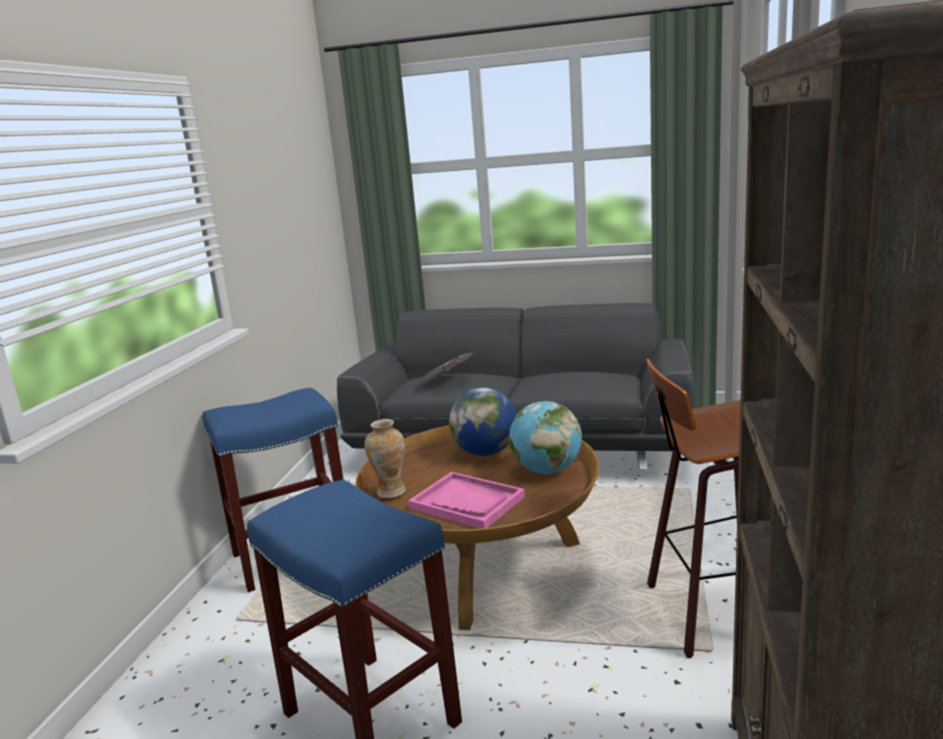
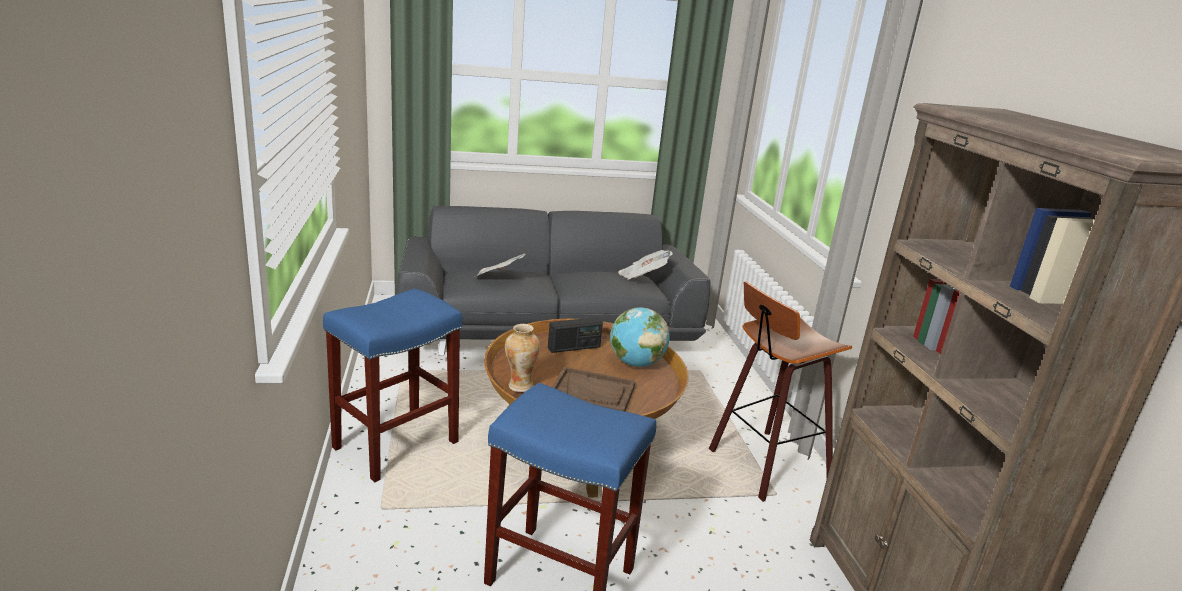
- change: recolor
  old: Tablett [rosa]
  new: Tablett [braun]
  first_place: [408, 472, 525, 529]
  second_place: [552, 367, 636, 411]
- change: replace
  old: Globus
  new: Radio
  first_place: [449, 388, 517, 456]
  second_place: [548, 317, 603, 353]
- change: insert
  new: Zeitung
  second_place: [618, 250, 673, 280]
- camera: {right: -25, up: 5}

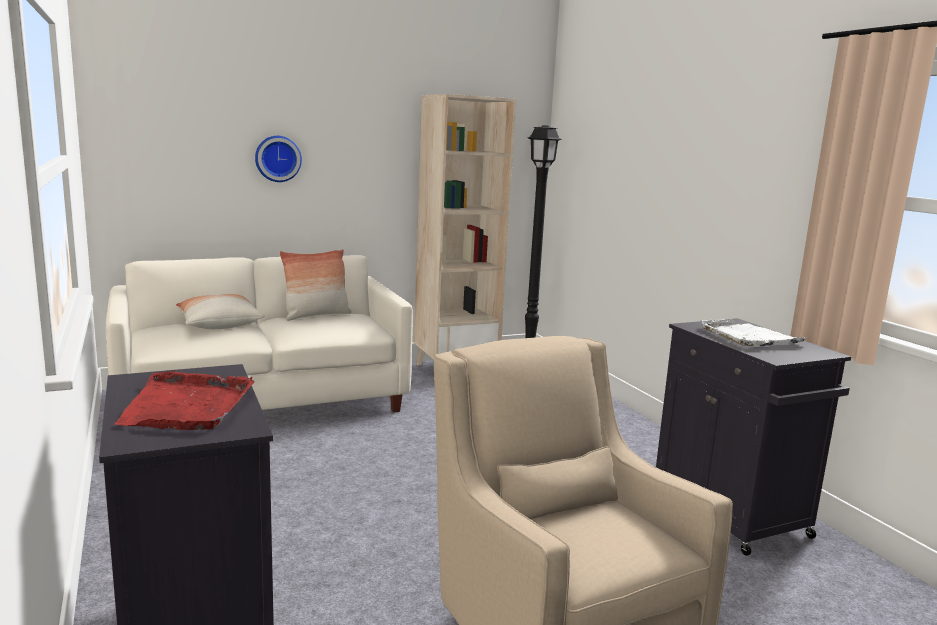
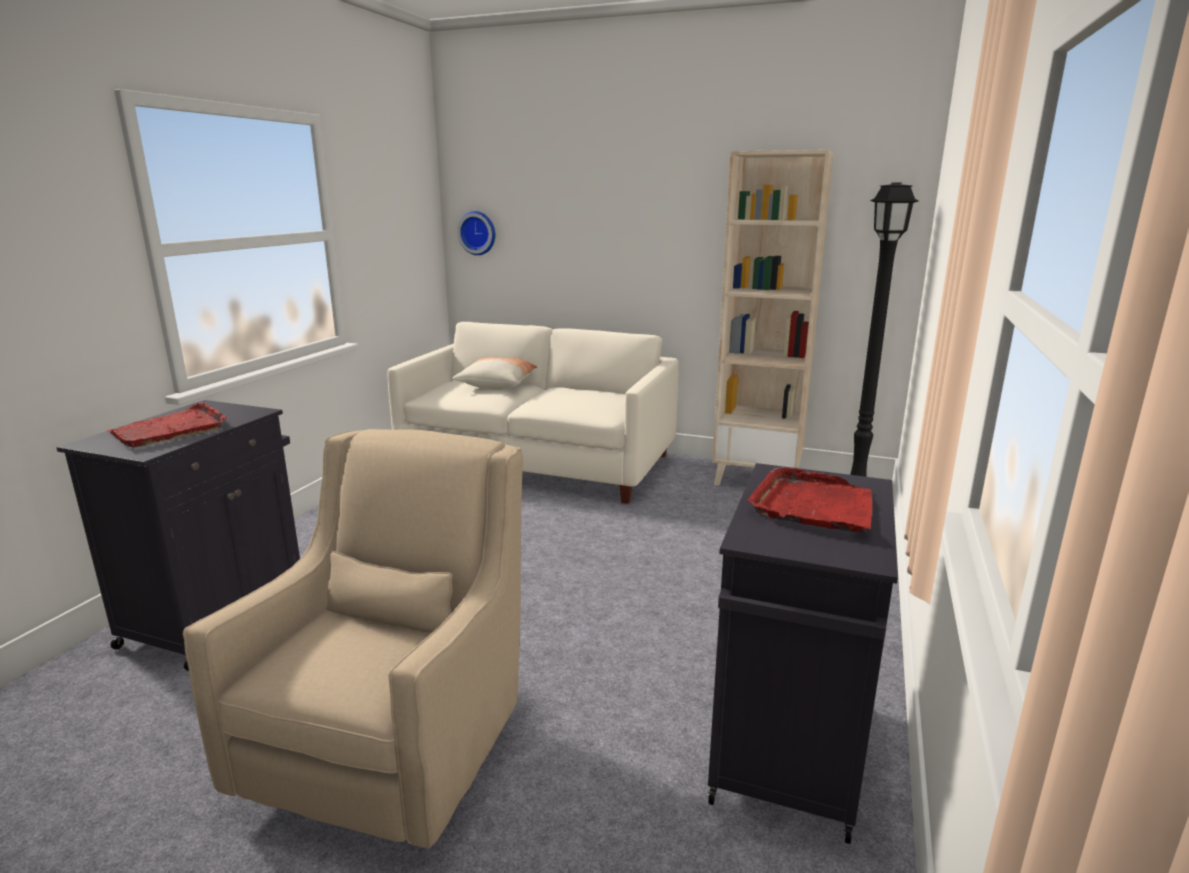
- change: move
  old: Wanduhr
  first_place: [255, 136, 302, 182]
  second_place: [457, 211, 495, 255]
- change: delete
  old: Kissen
  first_place: [279, 249, 352, 321]
- change: recolor
  old: Tablett [weiß]
  new: Tablett [rot]
  first_place: [700, 319, 805, 347]
  second_place: [747, 467, 872, 533]
- camera: {right: 45, up: 5}

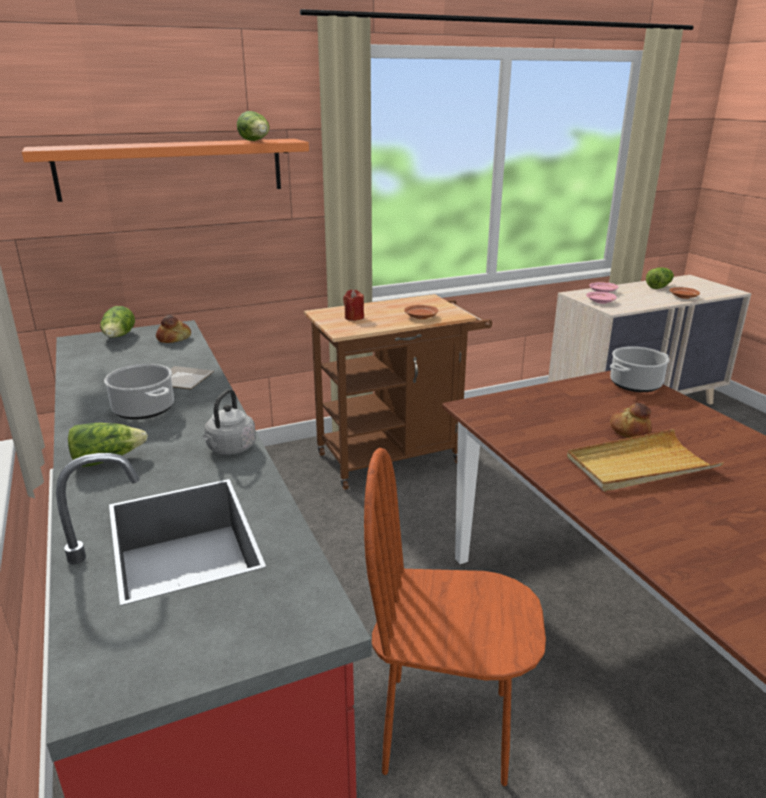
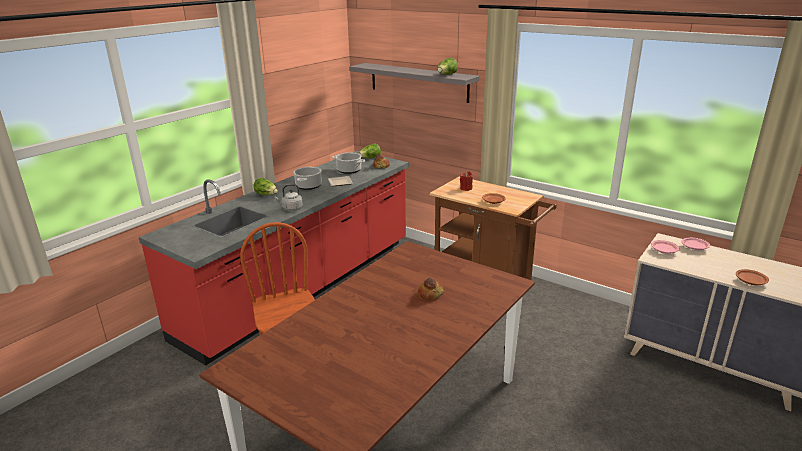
- change: recolor
  old: Wandregal [orange]
  new: Wandregal [grau]
  first_place: [22, 139, 309, 202]
  second_place: [349, 63, 479, 103]
- change: delete
  old: Tablett [beige]
  first_place: [567, 429, 723, 492]
- change: move
  old: Kochtopf
  first_place: [610, 346, 669, 392]
  second_place: [332, 152, 365, 174]
- change: delete
  old: Salatkopf
  first_place: [646, 267, 674, 289]
- camera: {right: 60, up: 0}

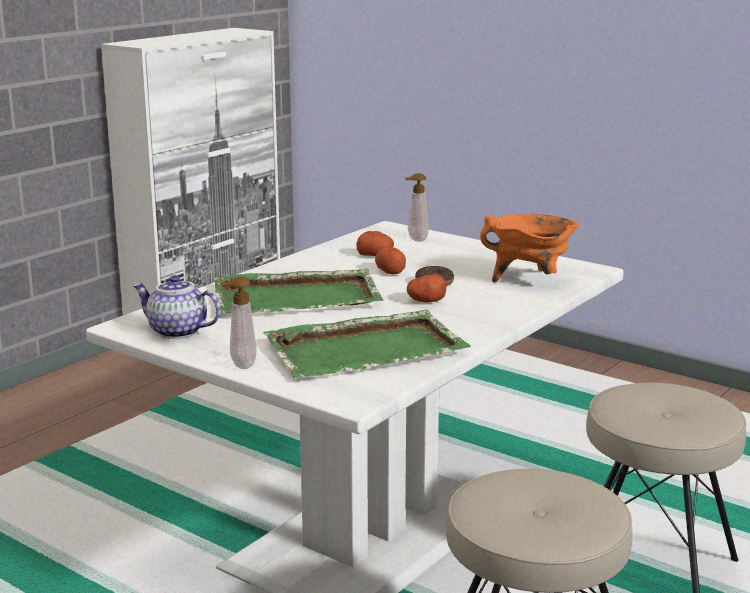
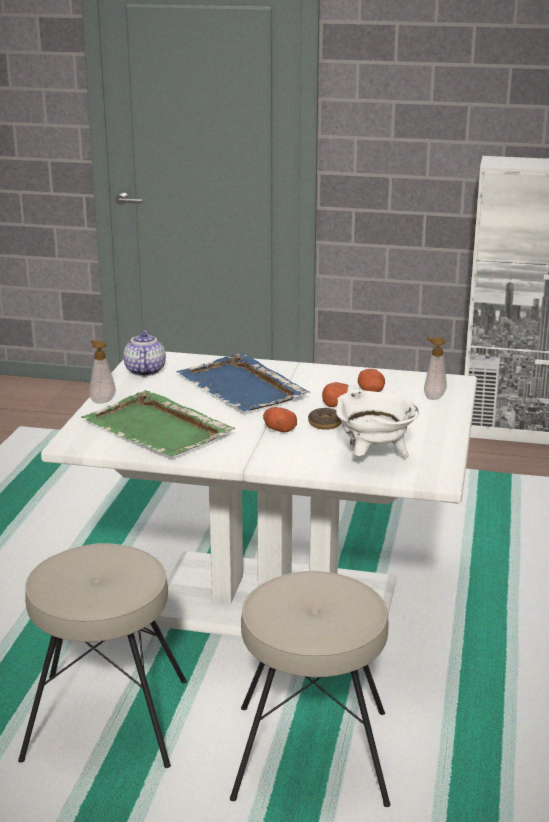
- change: recolor
  old: Tablett [grün]
  new: Tablett [blau]
  first_place: [214, 269, 383, 313]
  second_place: [176, 353, 310, 411]
- change: recolor
  old: Kochtopf [orange]
  new: Kochtopf [weiß]
  first_place: [480, 214, 579, 283]
  second_place: [336, 384, 419, 458]
- camera: {right: 65, up: 5}

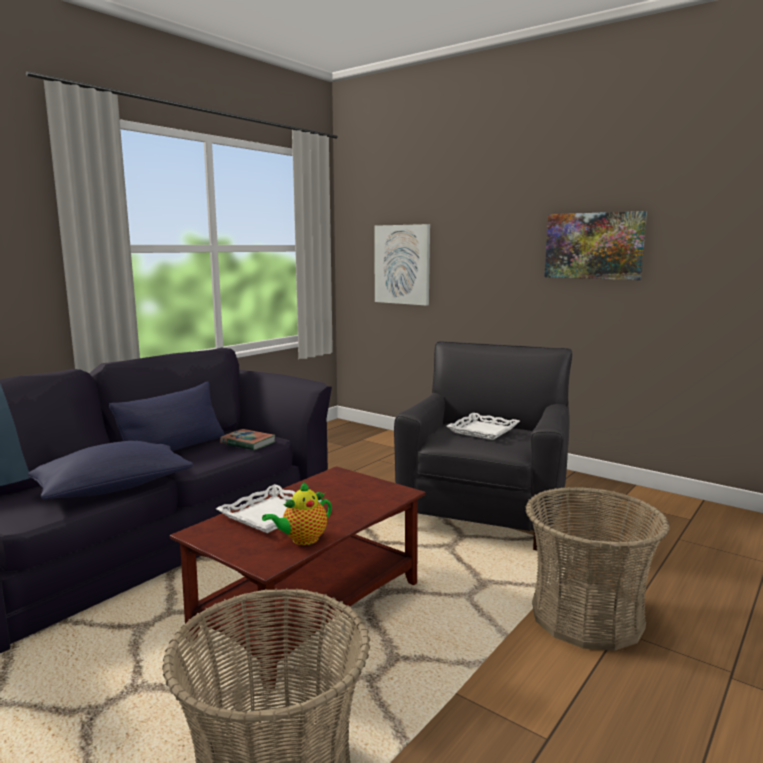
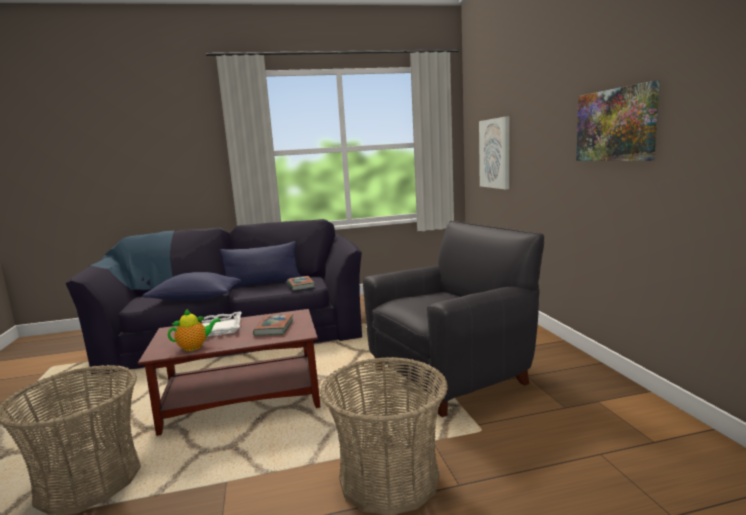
- change: rotate
  old: Teekanne
  first_place: [262, 481, 332, 545]
  second_place: [168, 308, 221, 351]
  degrees: 150
- change: delete
  old: Tablett [weiß]
  first_place: [447, 413, 520, 440]
- change: insert
  new: Buch
  second_place: [253, 314, 293, 336]
- camera: {right: 40, up: 0}

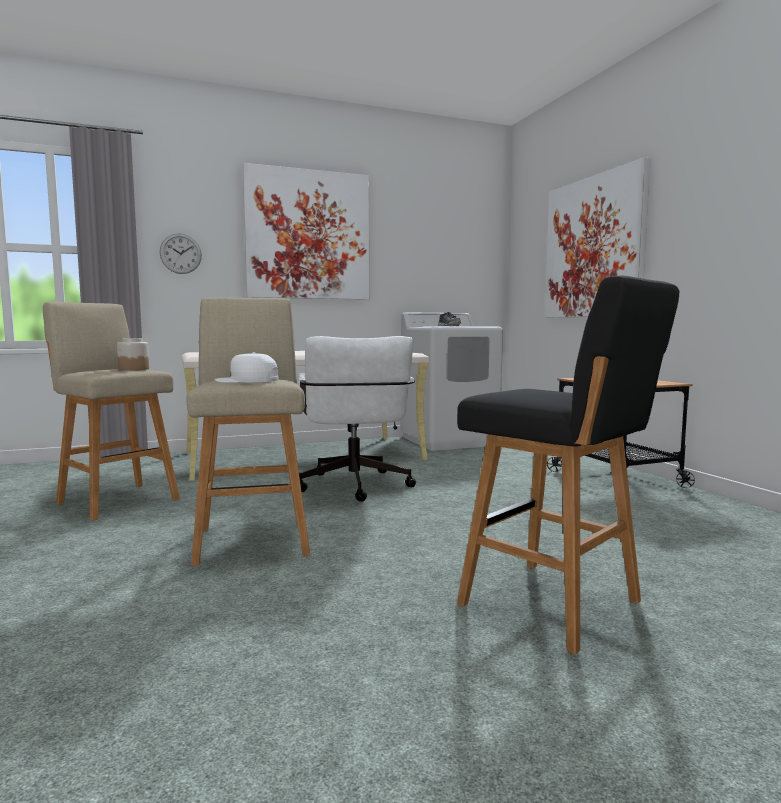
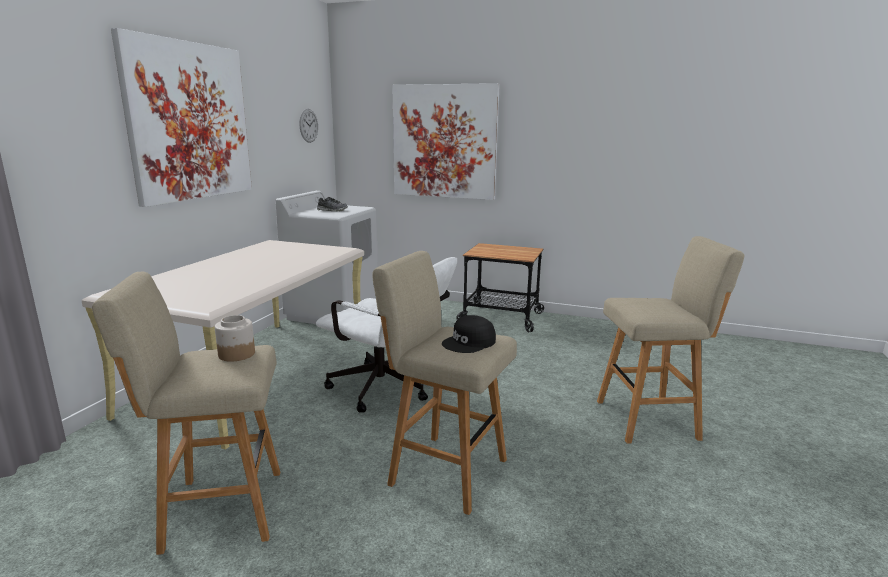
- change: move
  old: Wanduhr
  first_place: [160, 233, 202, 274]
  second_place: [299, 109, 318, 143]
- change: recolor
  old: Kappe [weiß]
  new: Kappe [schwarz]
  first_place: [215, 352, 279, 383]
  second_place: [442, 315, 496, 353]
- change: recolor
  old: Hocker [schwarz]
  new: Hocker [beige]
  first_place: [457, 276, 679, 655]
  second_place: [597, 236, 745, 444]
- camera: {right: -50, up: 10}

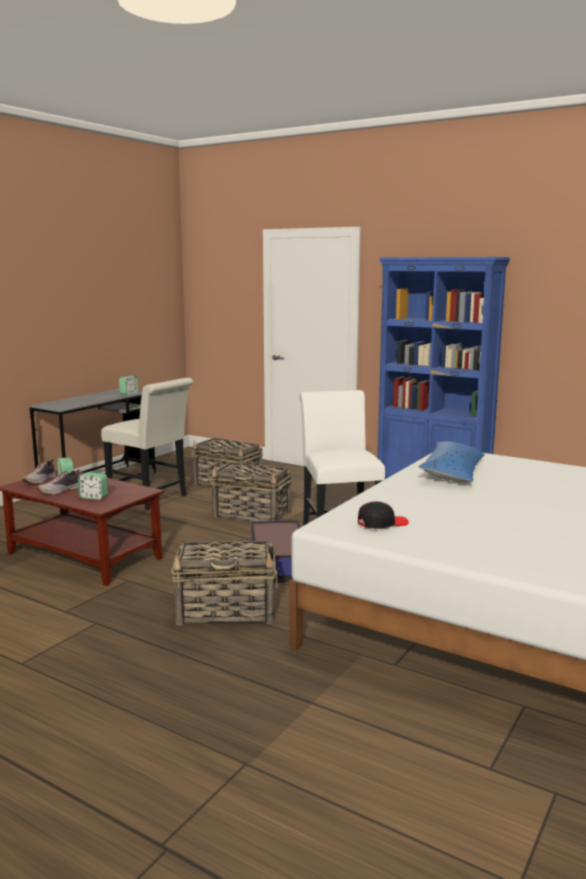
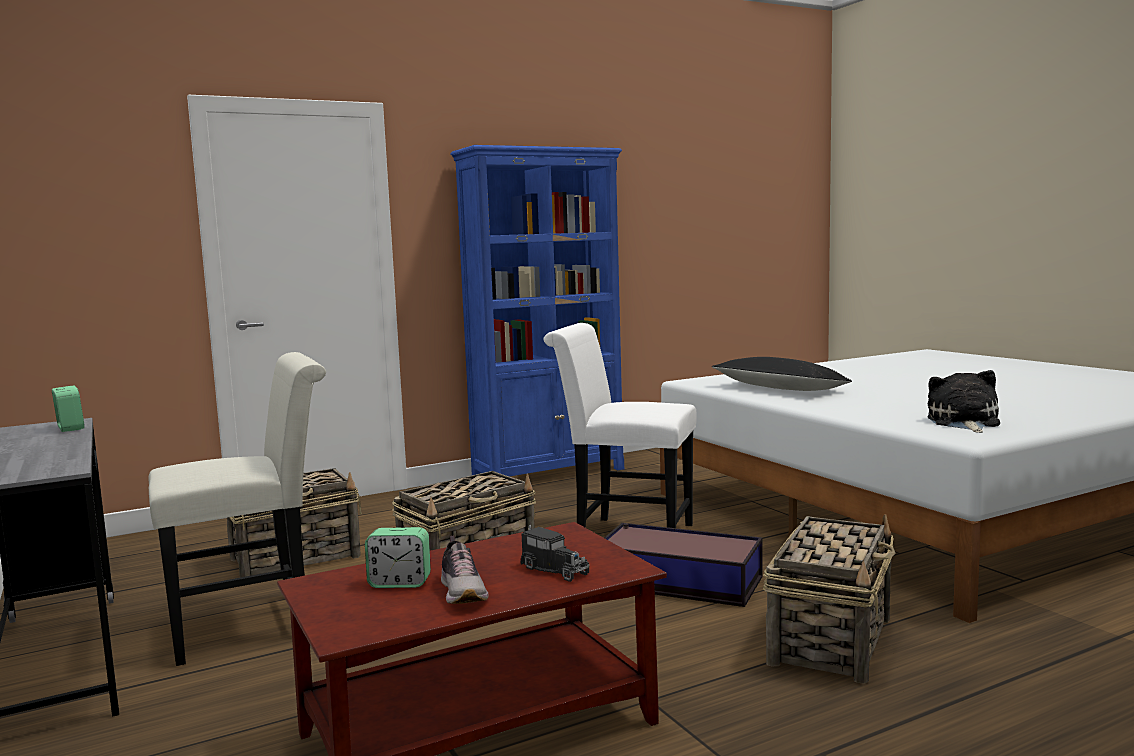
- change: delete
  old: Schuh
  first_place: [22, 459, 56, 484]
- change: replace
  old: Wecker
  new: Spielzeuglaster
  first_place: [78, 472, 108, 500]
  second_place: [521, 525, 590, 582]
- change: replace
  old: Kappe [schwarz]
  new: Plüschtier
  first_place: [358, 501, 409, 529]
  second_place: [927, 370, 1000, 433]
- change: recolor
  old: Kissen [blau]
  new: Kissen [schwarz]
  first_place: [419, 441, 485, 482]
  second_place: [712, 357, 852, 391]
- camera: {right: -60, up: -5}

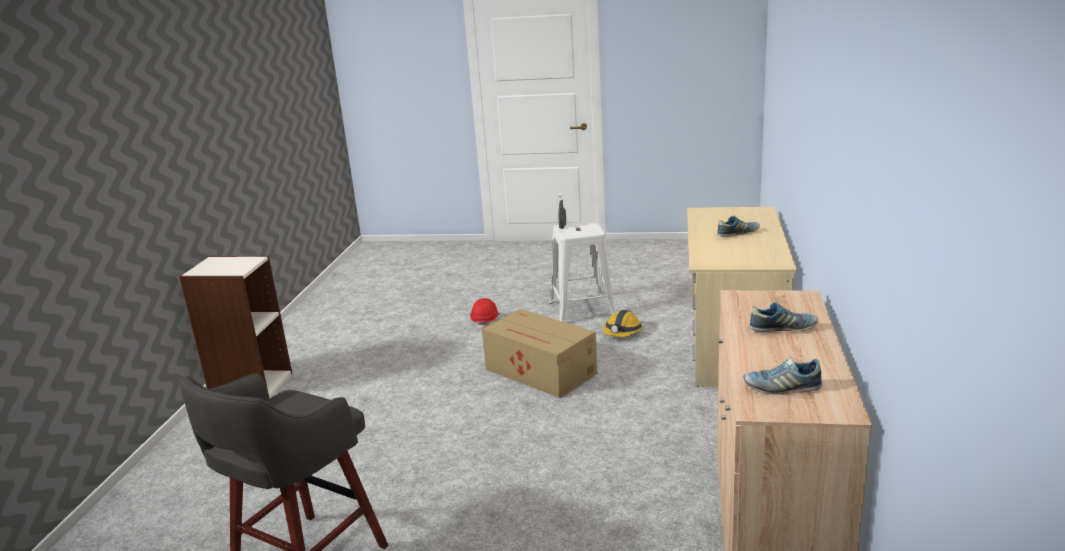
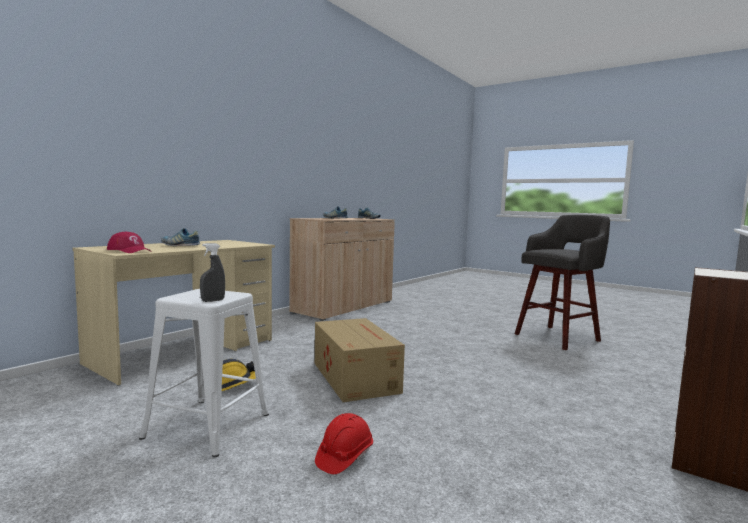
- change: insert
  new: Kappe [rot]
  second_place: [107, 231, 151, 253]
- camera: {right: -155, up: -15}

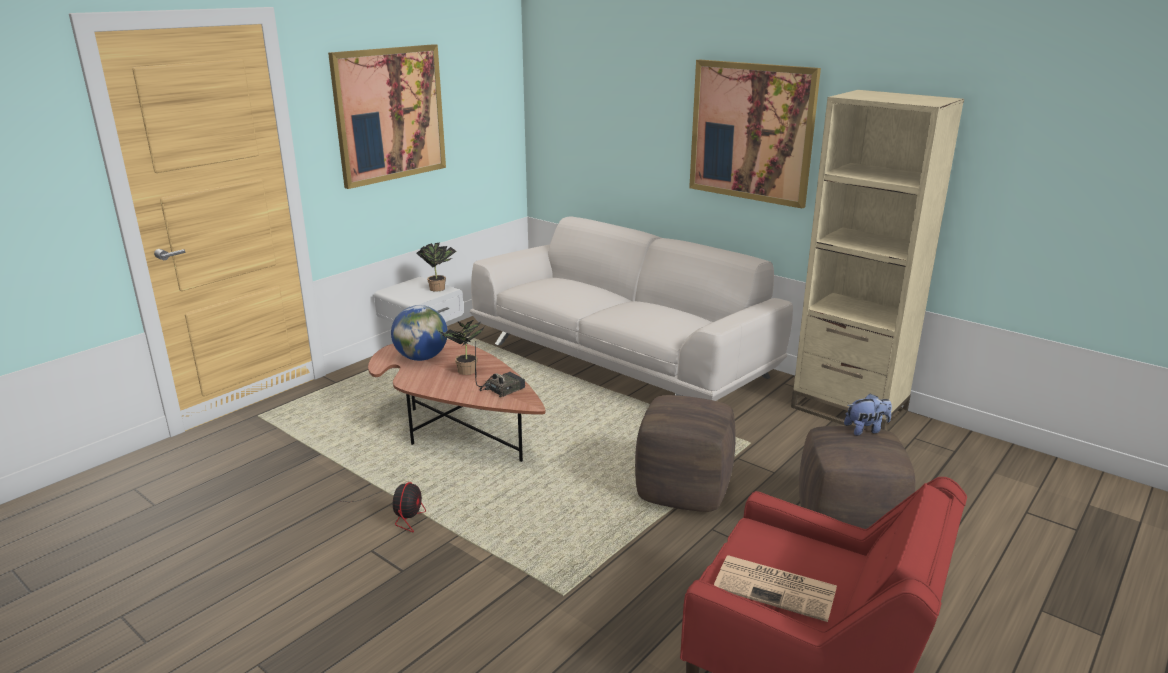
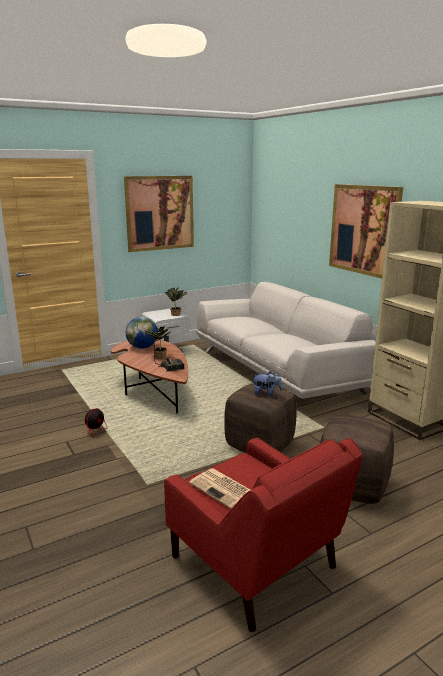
- change: move
  old: Plüschtier
  first_place: [844, 393, 892, 436]
  second_place: [252, 371, 282, 396]
- camera: {right: 20, up: -5}

